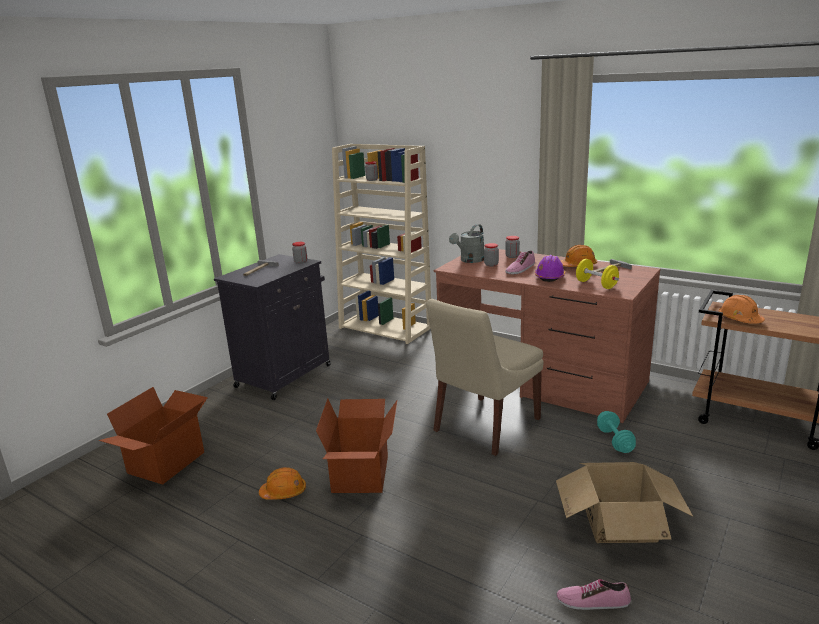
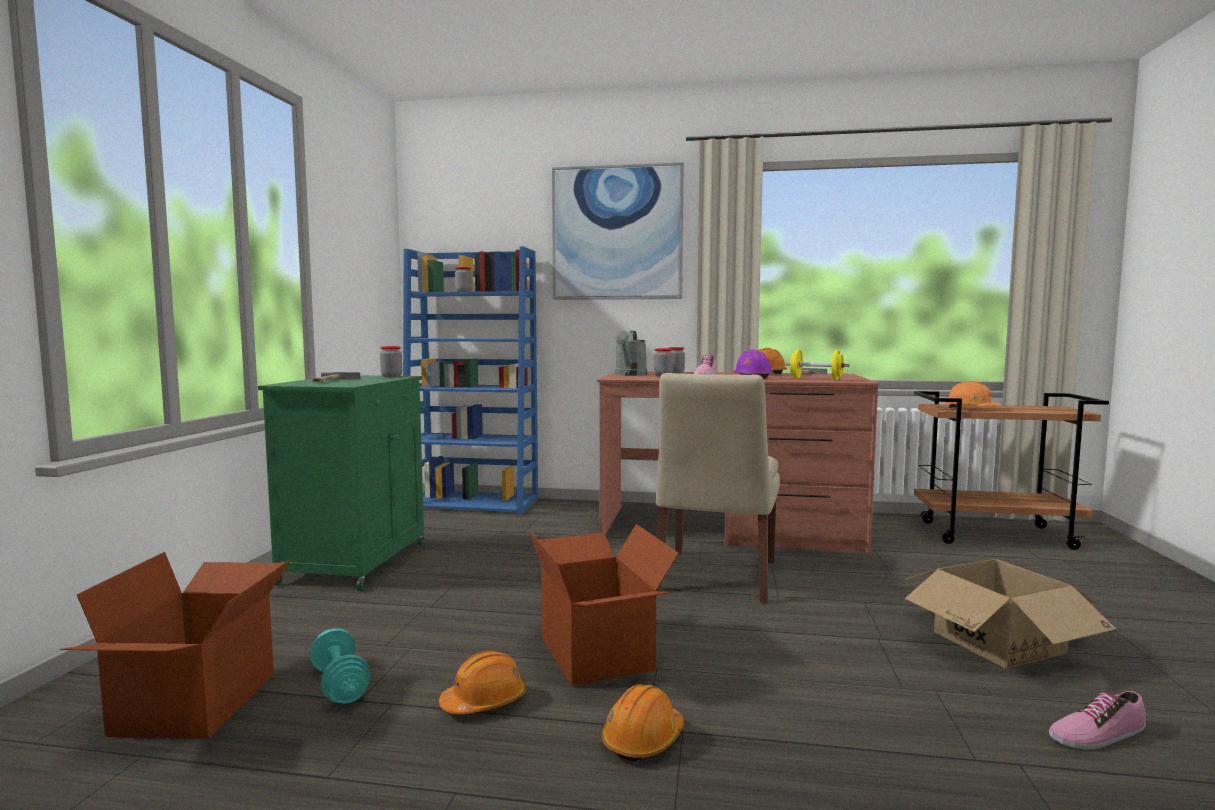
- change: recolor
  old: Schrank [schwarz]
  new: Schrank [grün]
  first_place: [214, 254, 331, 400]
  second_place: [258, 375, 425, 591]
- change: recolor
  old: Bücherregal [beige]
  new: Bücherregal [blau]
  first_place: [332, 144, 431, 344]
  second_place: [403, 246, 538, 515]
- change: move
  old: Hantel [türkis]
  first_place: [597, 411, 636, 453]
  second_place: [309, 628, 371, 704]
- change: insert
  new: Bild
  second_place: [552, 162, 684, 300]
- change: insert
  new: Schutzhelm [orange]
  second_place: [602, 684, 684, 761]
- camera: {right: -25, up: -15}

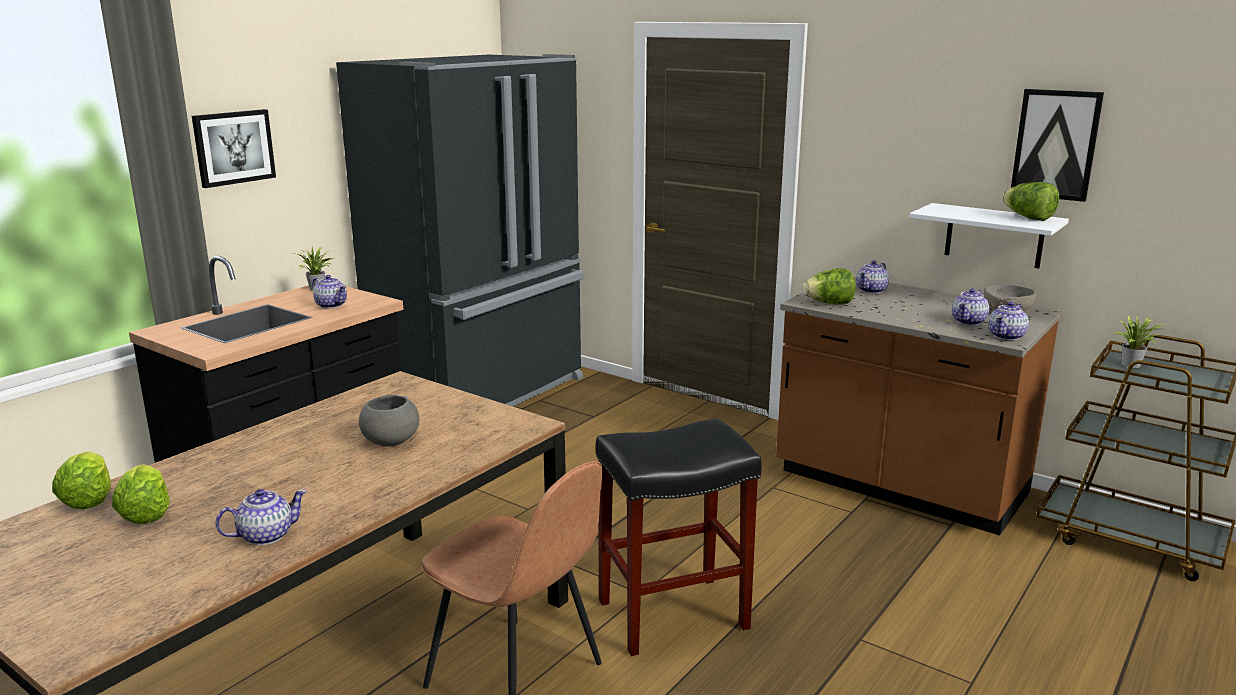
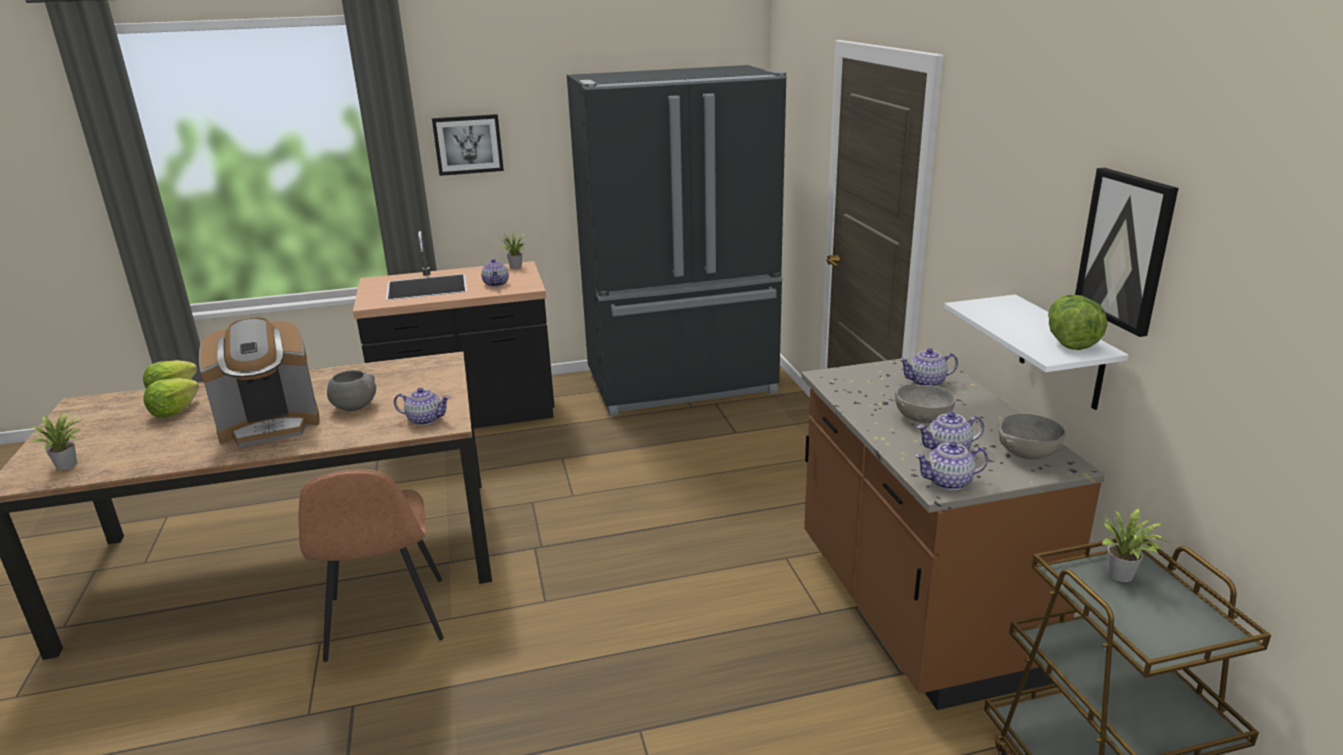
- change: move
  old: Teekanne
  first_place: [215, 489, 307, 545]
  second_place: [394, 388, 450, 425]
- change: delete
  old: Hocker [schwarz]
  first_place: [595, 418, 762, 656]
- change: delete
  old: Salatkopf
  first_place: [803, 268, 856, 304]
- change: insert
  new: Topfpflanze
  second_place: [31, 413, 82, 470]
- change: insert
  new: Kaffeemaschine
  second_place: [199, 318, 320, 448]
- change: insert
  new: Schüssel [grau]
  second_place: [895, 384, 955, 423]
- camera: {right: 40, up: 5}

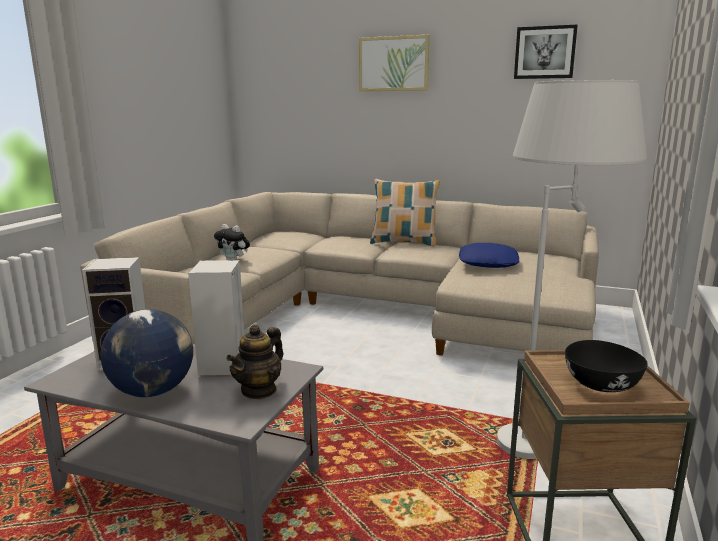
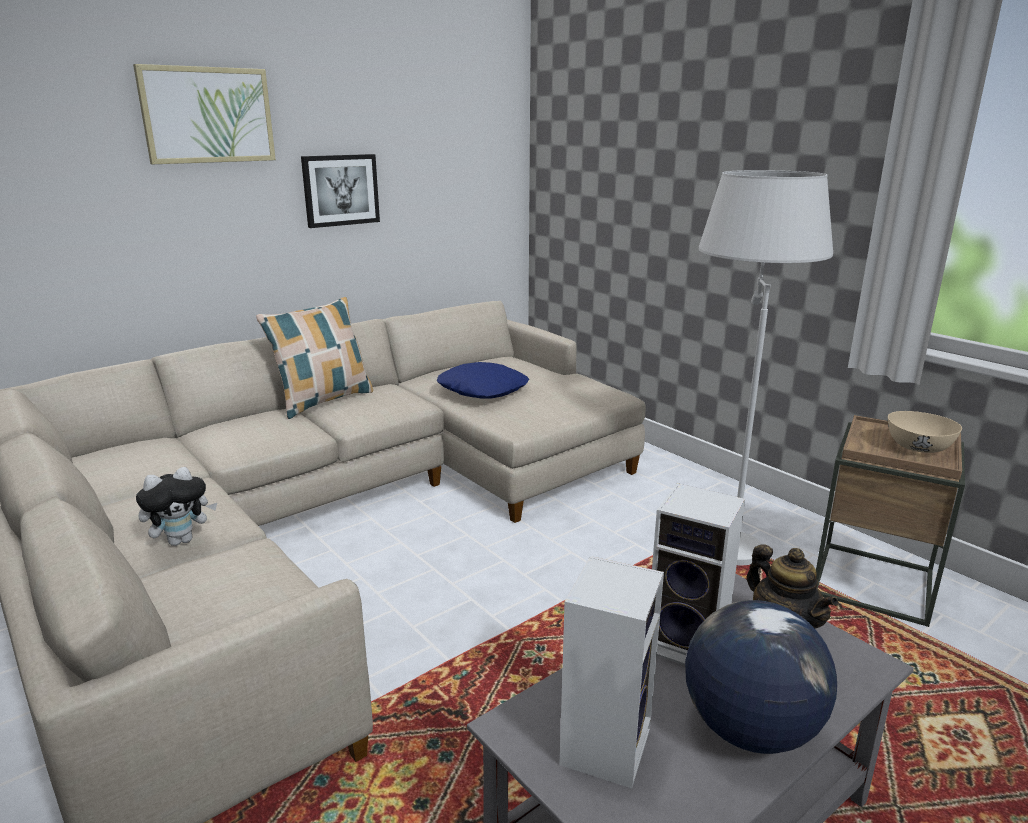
- change: move
  old: Bild
  first_place: [514, 24, 578, 79]
  second_place: [301, 154, 380, 228]
- change: recolor
  old: Schüssel [schwarz]
  new: Schüssel [beige]
  first_place: [565, 340, 648, 392]
  second_place: [888, 411, 962, 453]
- camera: {right: -60, up: 5}

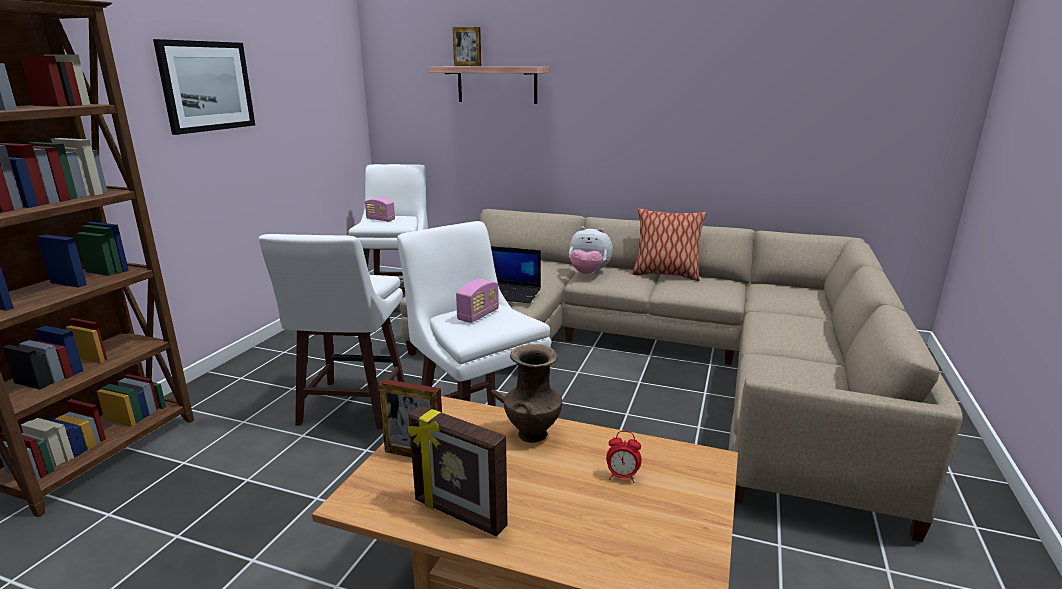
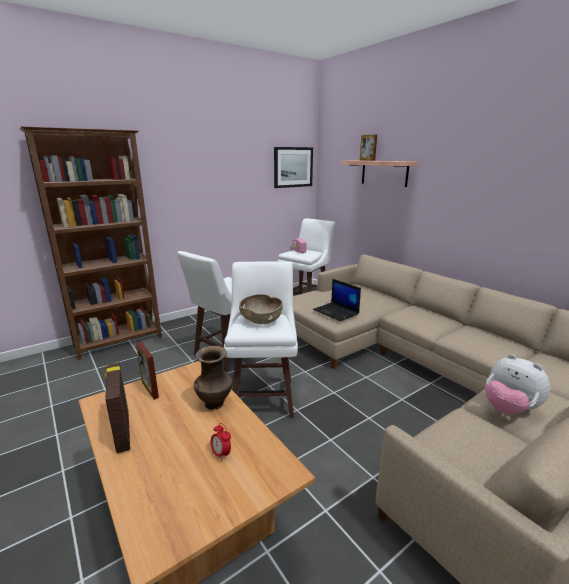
- change: move
  old: Bild
  first_place: [153, 39, 255, 135]
  second_place: [274, 147, 313, 188]
- change: replace
  old: Radio
  new: Schüssel [braun]
  first_place: [456, 279, 499, 323]
  second_place: [239, 294, 283, 324]
- change: move
  old: Plüschtier
  first_place: [569, 227, 613, 274]
  second_place: [485, 354, 550, 414]
- change: delete
  old: Kissen
  first_place: [632, 208, 706, 281]
- camera: {right: 35, up: 0}

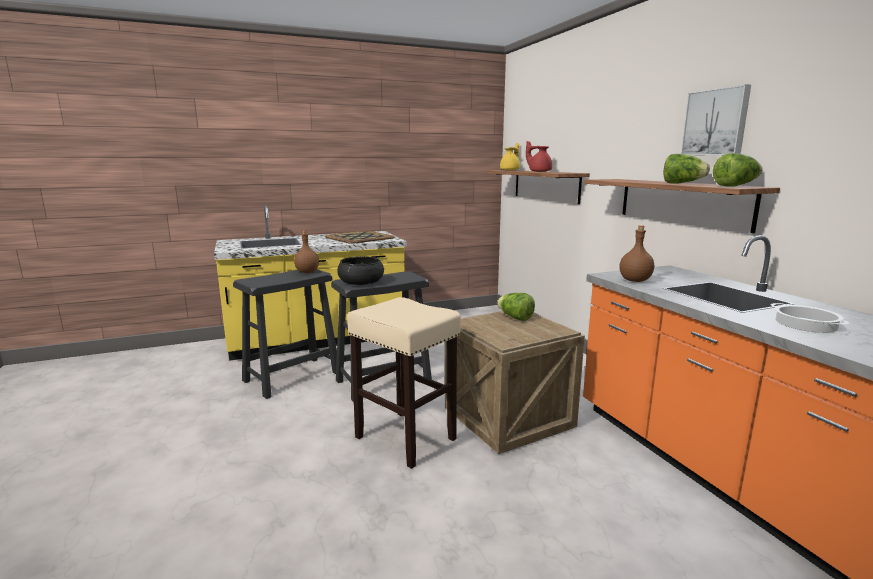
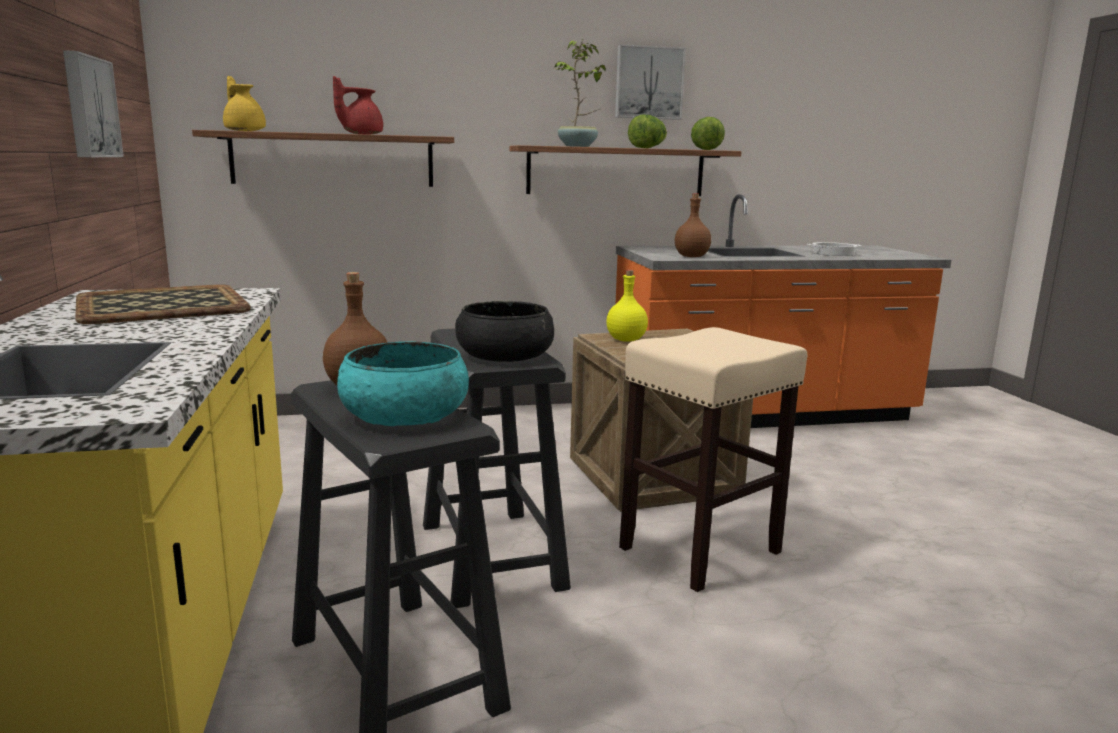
- change: replace
  old: Salatkopf
  new: Flasche [gelb]
  first_place: [497, 293, 535, 321]
  second_place: [606, 270, 648, 342]
- change: insert
  new: Bild
  second_place: [63, 50, 124, 157]
- change: insert
  new: Schüssel [türkis]
  second_place: [337, 341, 469, 426]
- change: insert
  new: Topfpflanze
  second_place: [554, 39, 606, 147]
- camera: {right: -80, up: 0}

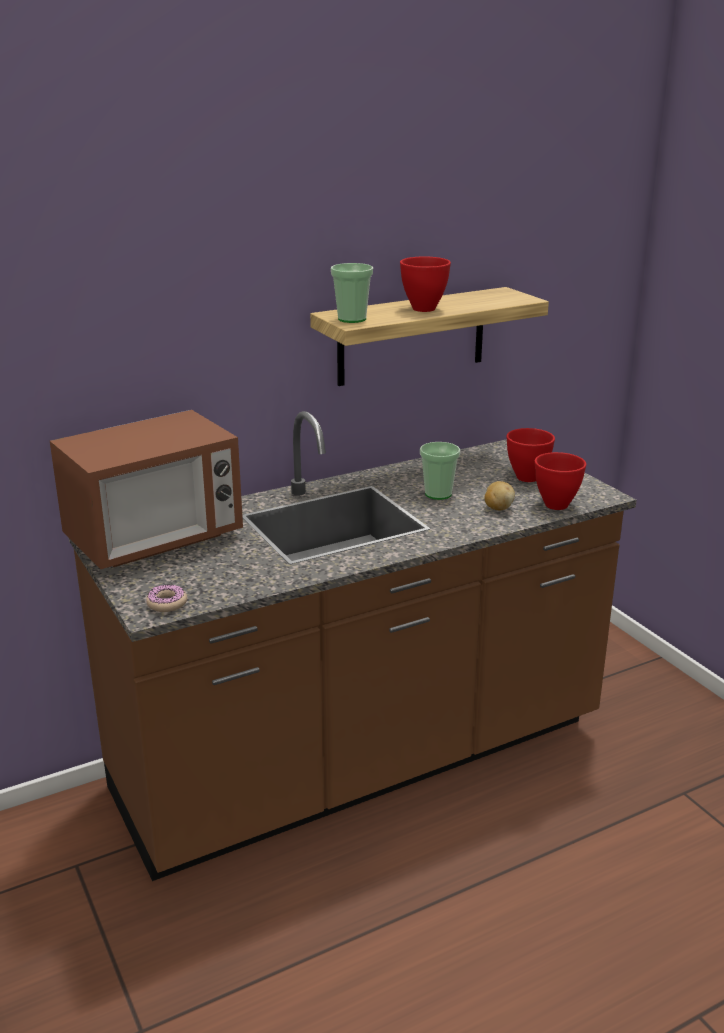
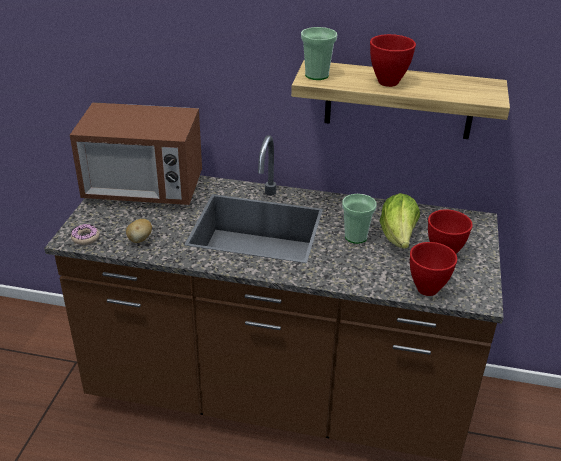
- change: move
  old: Kartoffel
  first_place: [484, 481, 515, 510]
  second_place: [126, 219, 152, 243]
- change: insert
  new: Salatkopf
  second_place: [379, 193, 420, 249]
- camera: {right: 40, up: 10}

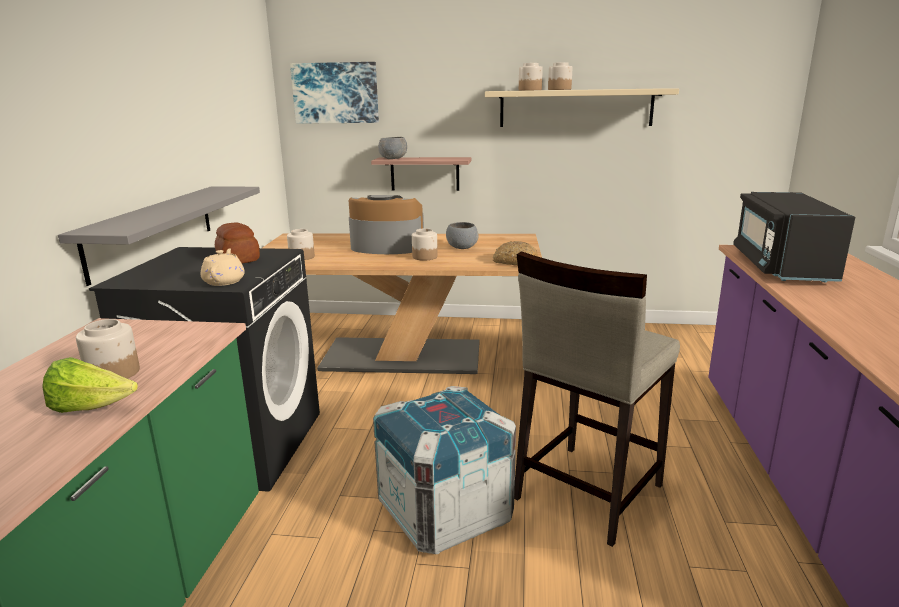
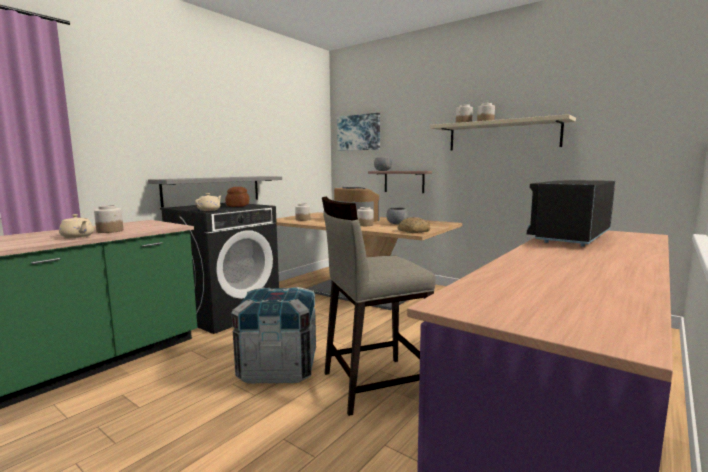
- change: replace
  old: Salatkopf
  new: Teekanne [beige]
  first_place: [42, 357, 138, 413]
  second_place: [59, 214, 94, 238]
- camera: {right: 30, up: -10}

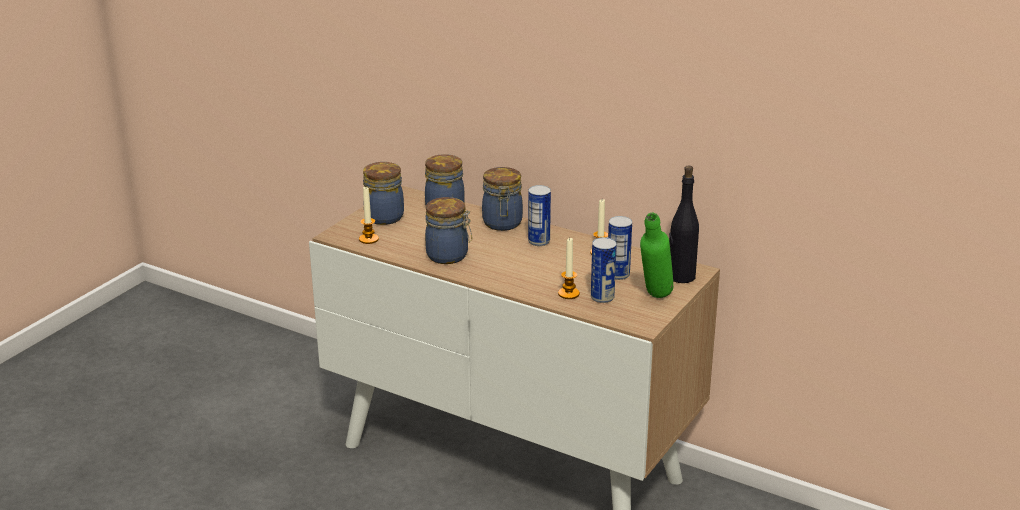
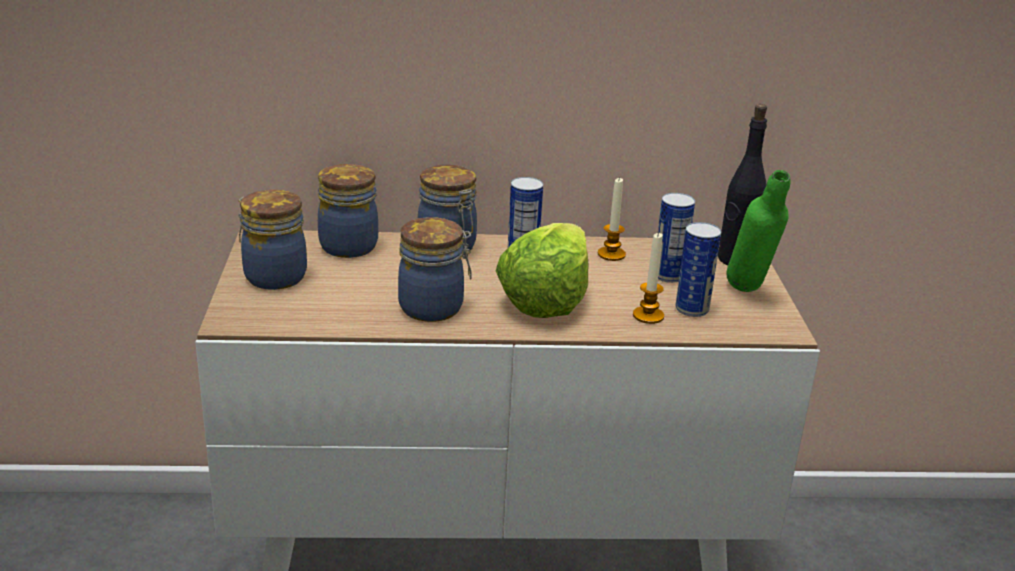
- change: delete
  old: Kerze
  first_place: [359, 187, 379, 244]
- change: insert
  new: Salatkopf
  second_place: [496, 223, 588, 318]
- camera: {right: -35, up: 0}

